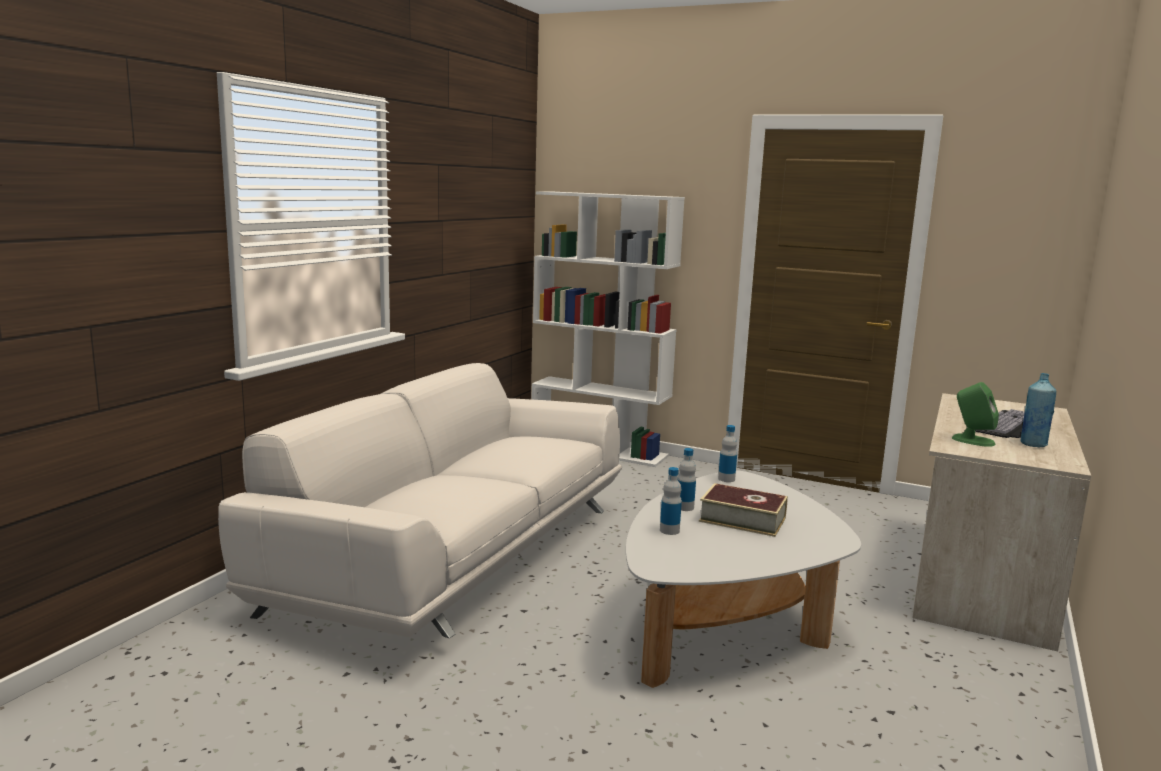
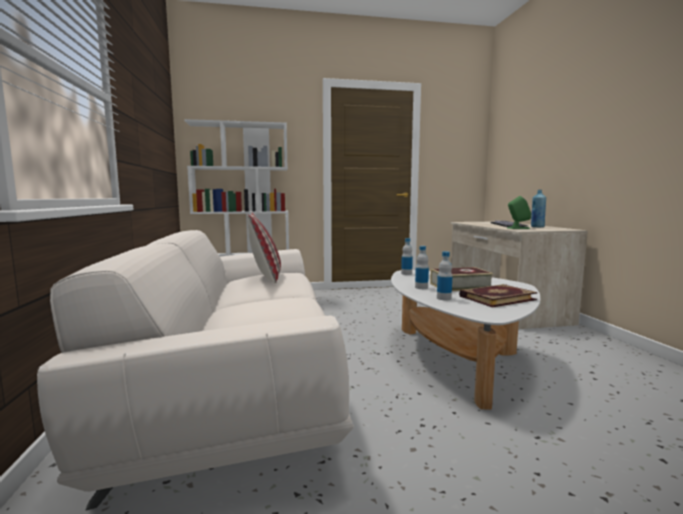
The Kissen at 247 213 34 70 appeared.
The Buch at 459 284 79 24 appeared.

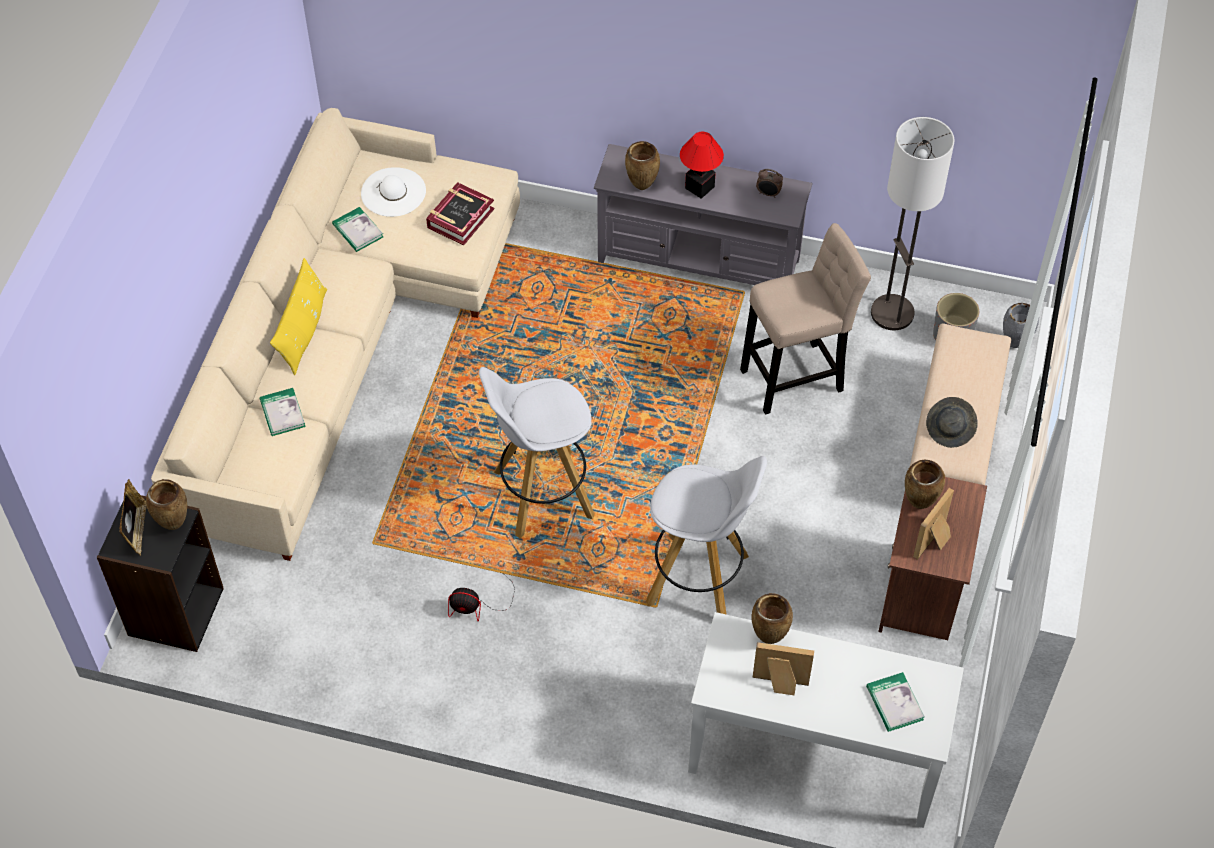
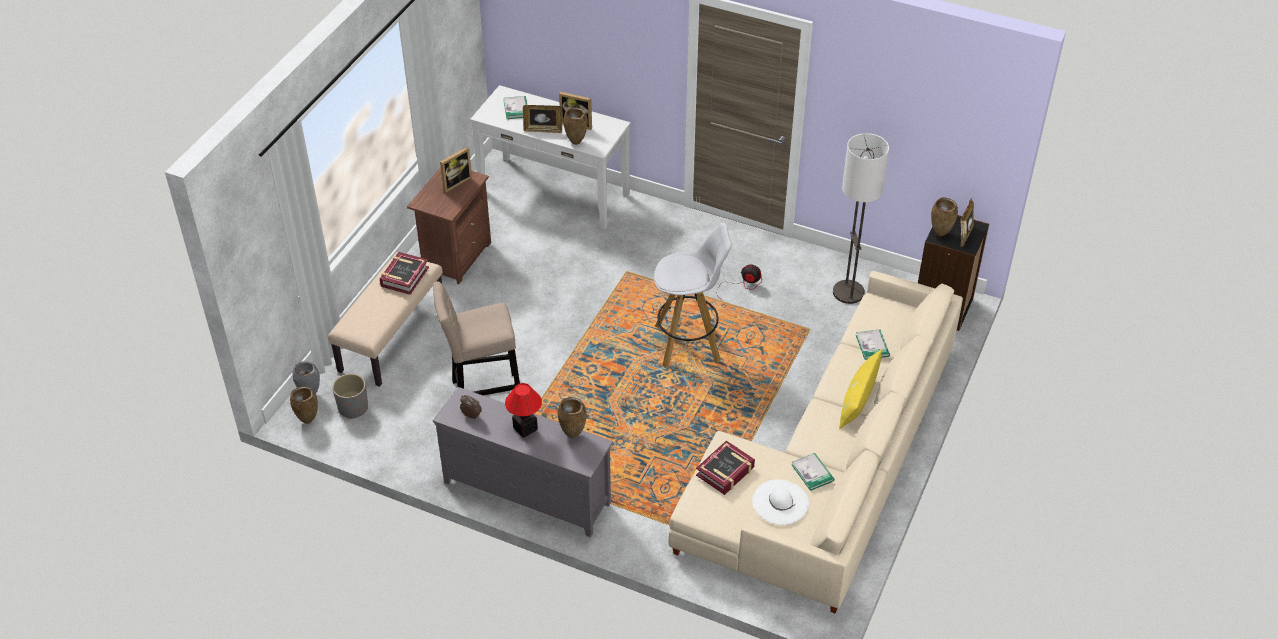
The Hocker [weiß] at 646 456 121 159 disappeared.
The Bilderrahmen at 523 105 39 28 appeared.
The Stehlampe moved from 871 117 84 213 to 833 133 56 171.
The Vase [braun] moved from 905 460 40 49 to 290 386 28 38.
The Hut [grau] at 926 397 52 51 was replaced by the Buch at 380 252 49 43.

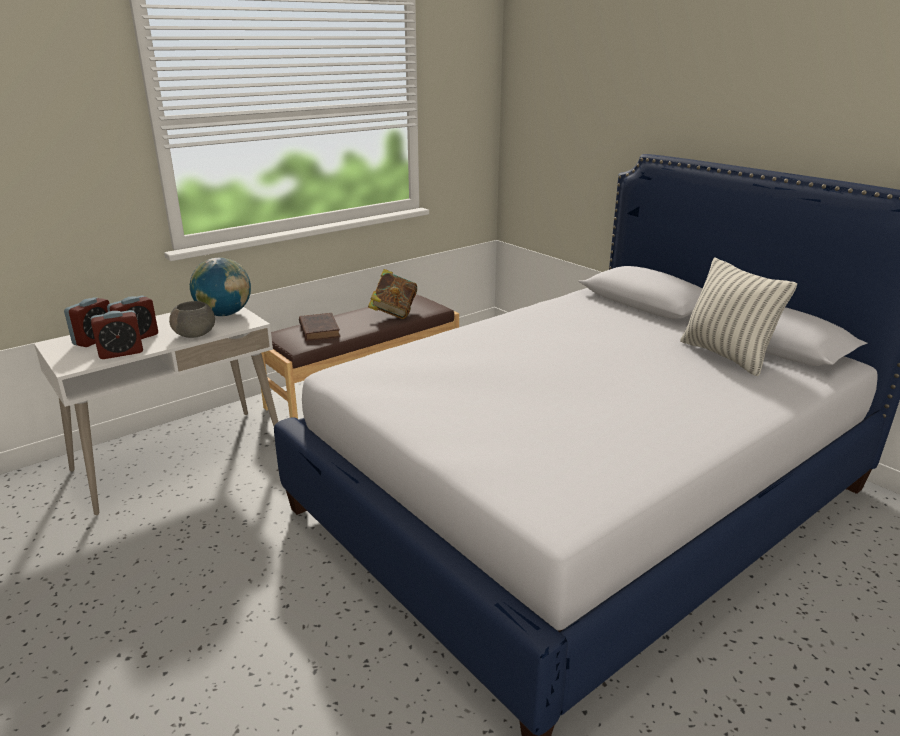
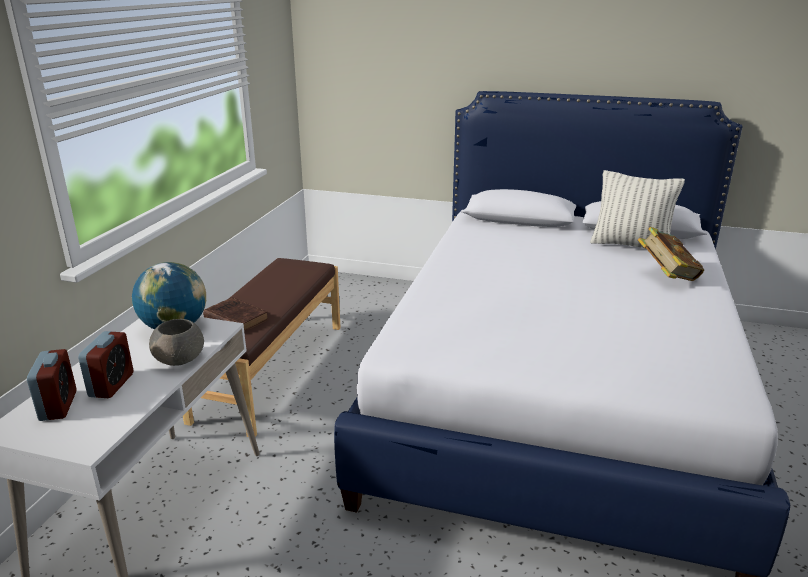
The Wecker at 91 310 52 49 disappeared.
The Buch moved from 368 269 49 50 to 638 227 66 54.

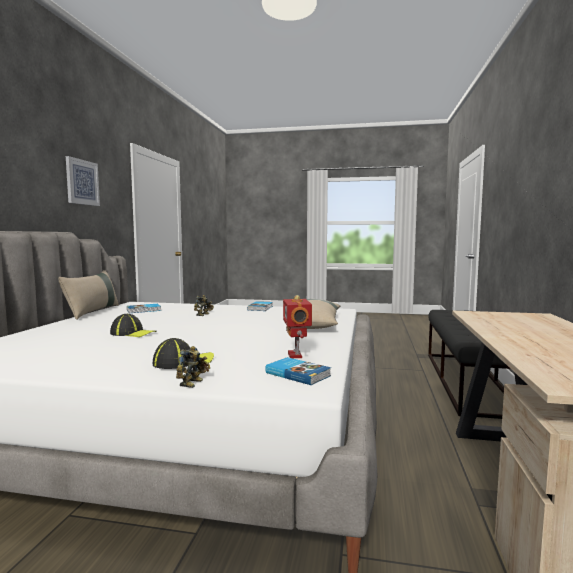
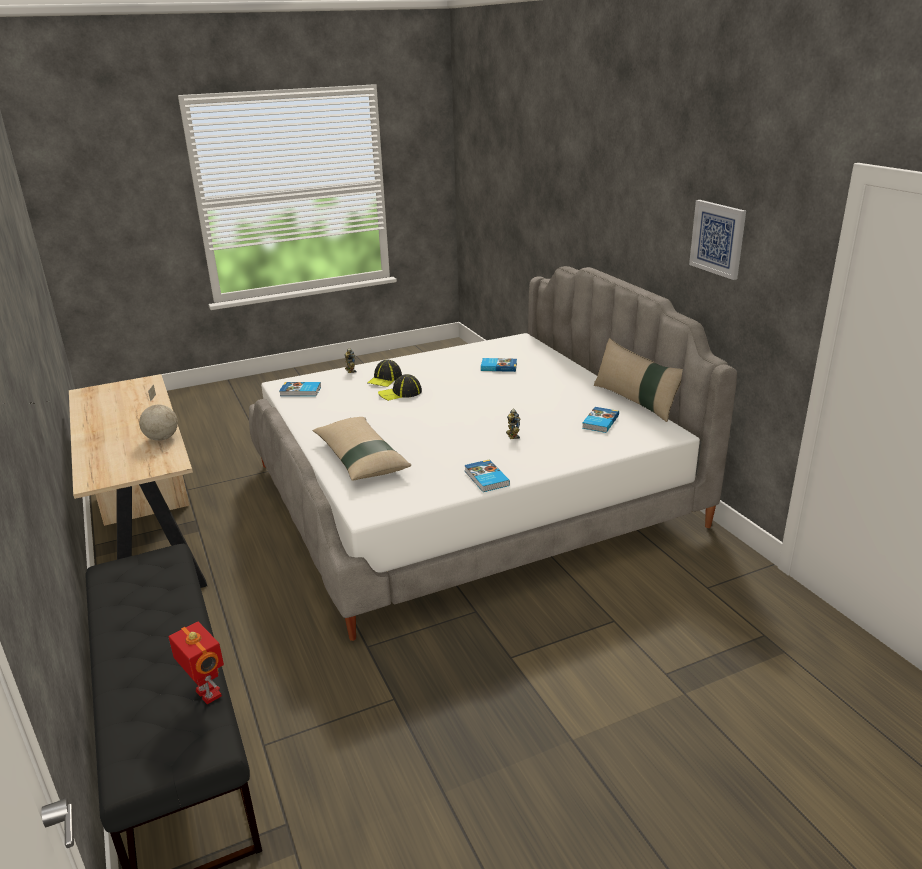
The Globus at 139 385 39 56 appeared.
The Buch at 481 358 36 14 appeared.
The Kappe moved from 110 314 47 23 to 378 374 44 27.
The Spielzeugroboter moved from 283 295 29 63 to 168 622 56 82.

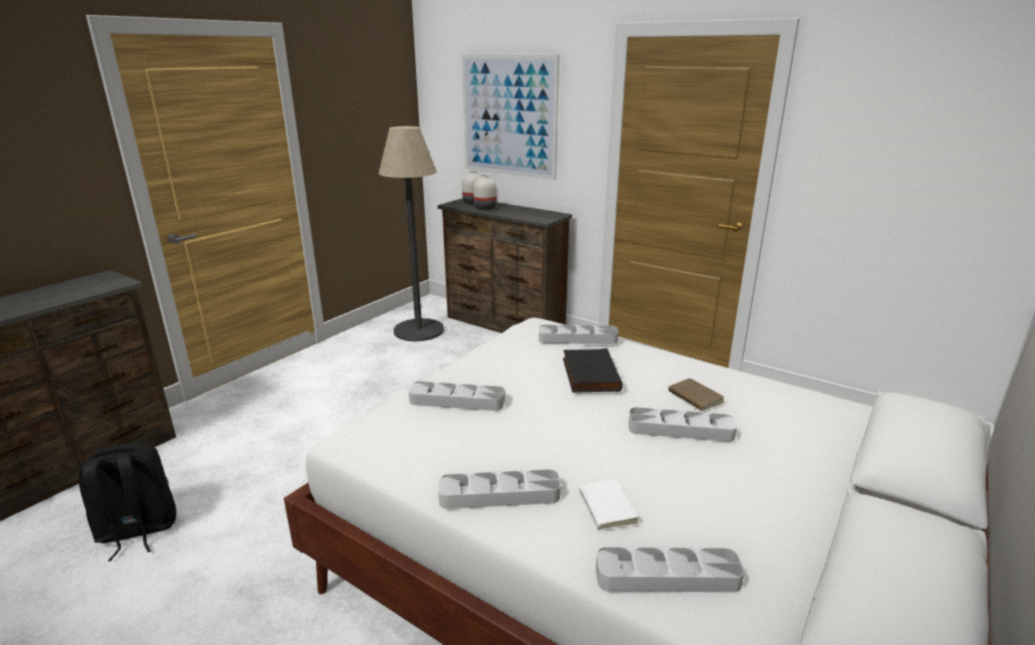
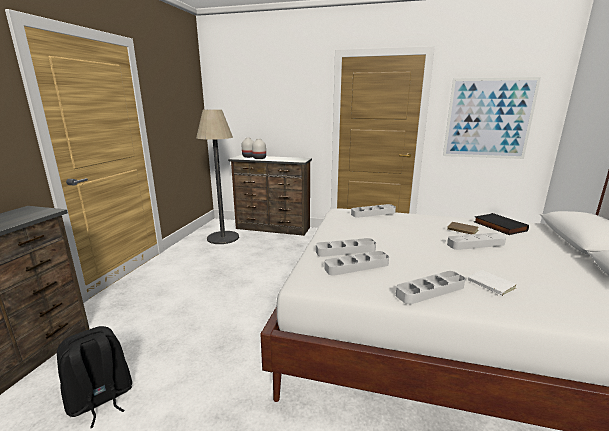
The Bild moved from 462 55 97 125 to 443 77 98 82.
The Buch [schwarz] moved from 563 348 59 45 to 473 213 56 22.
The Tablett [grau] moved from 596 547 148 45 to 324 251 65 25.

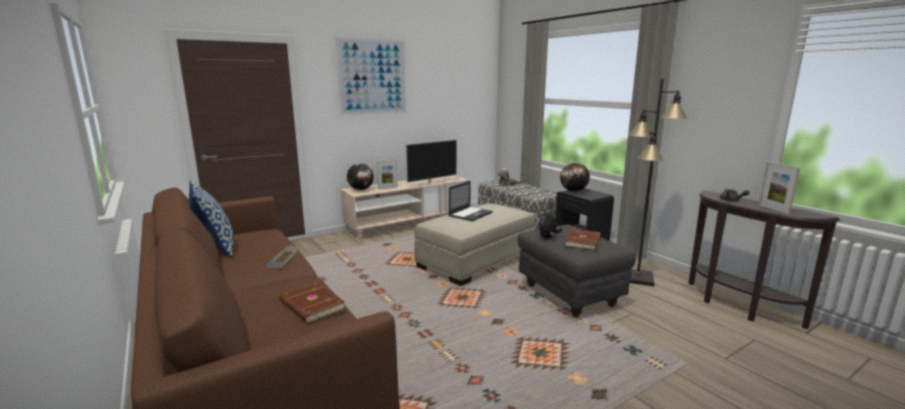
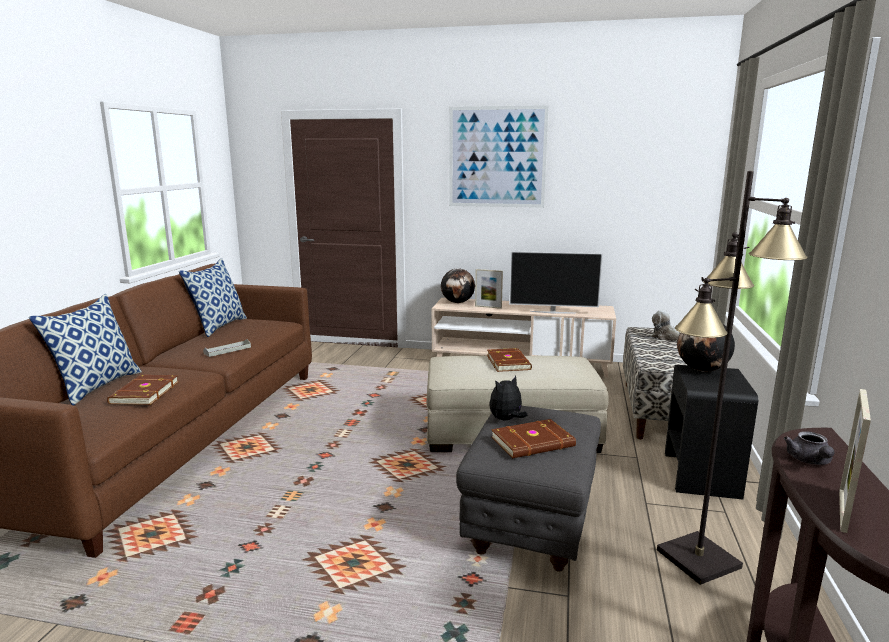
The Kissen at 29 294 113 111 appeared.
The Laptop at 448 181 45 40 was replaced by the Buch [braun] at 487 348 45 24.

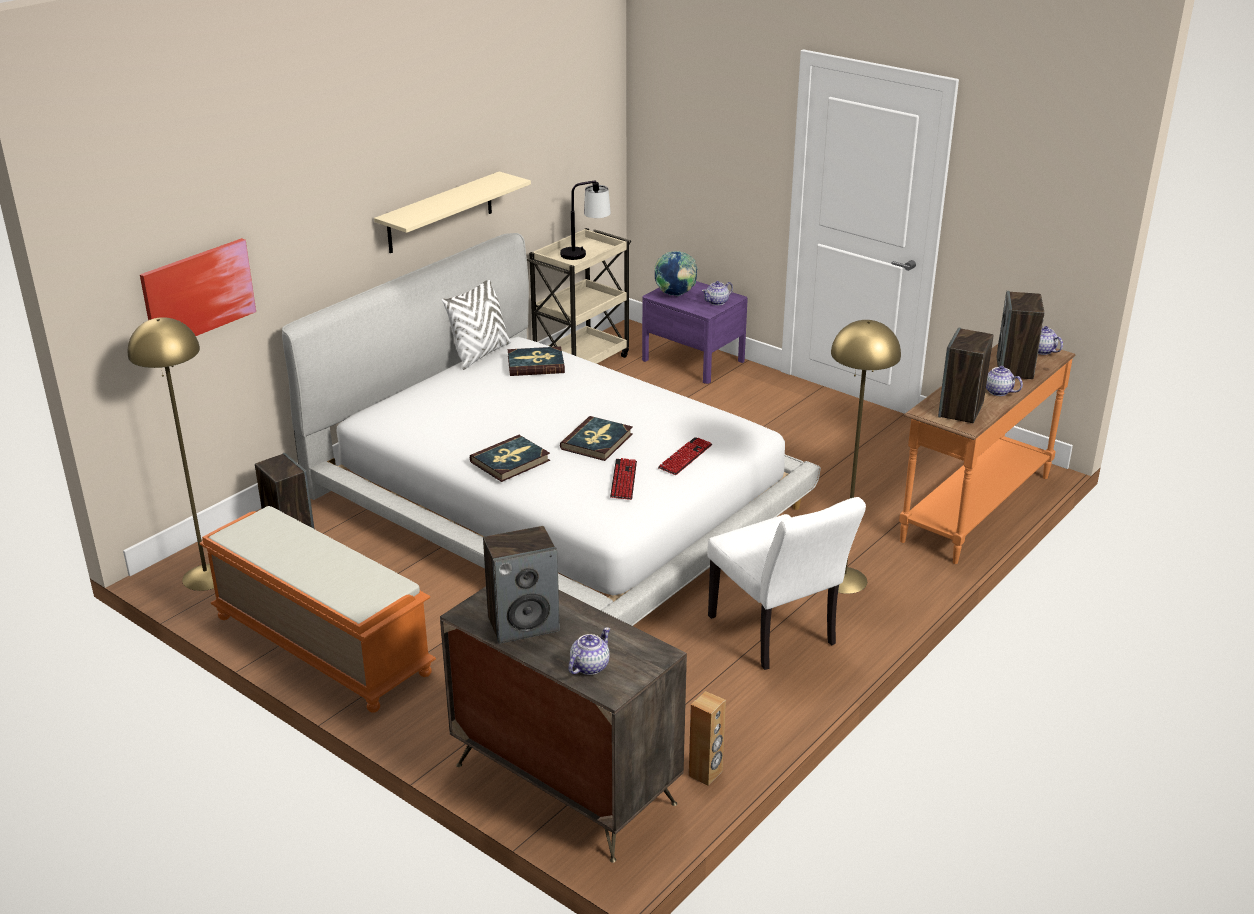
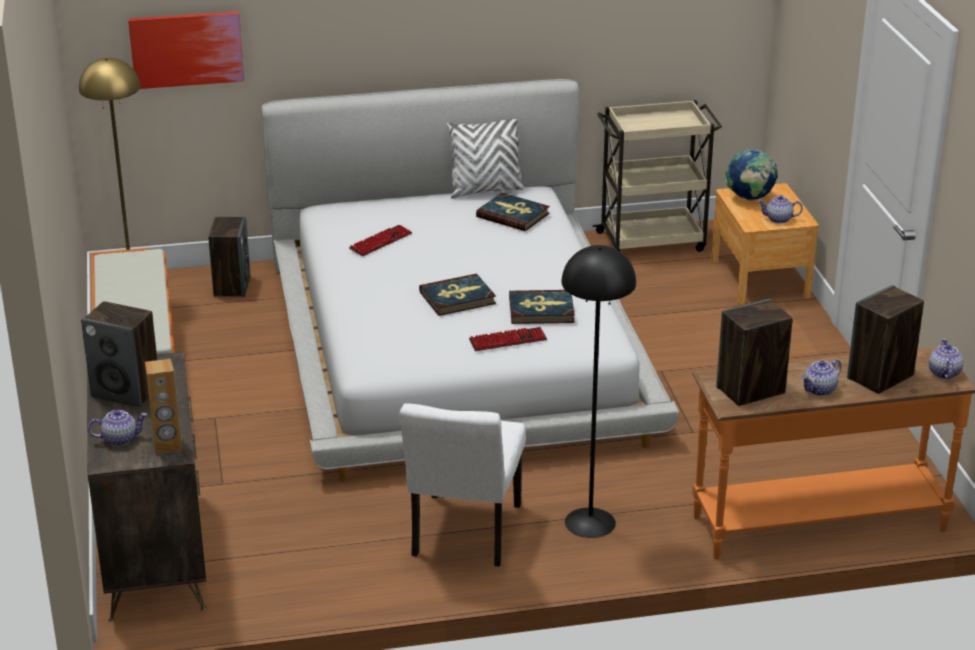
The Wandregal [beige] at 374 171 157 82 disappeared.
The Tischlampe at 560 180 51 80 disappeared.
The Buch moved from 470 435 80 47 to 509 290 66 34.
The Tastatur moved from 610 458 27 42 to 349 225 63 31.
The Lautsprecher [braun] moved from 689 691 37 95 to 145 359 37 95.
The Nachttisch [lila] at 642 281 106 103 became the Nachttisch [braun] at 711 183 107 122.
The Stehlampe [gelb] at 831 320 70 274 became the Stehlampe [schwarz] at 562 245 74 293.
The Teekanne at 986 366 37 30 turned 120 degrees counterclockwise.

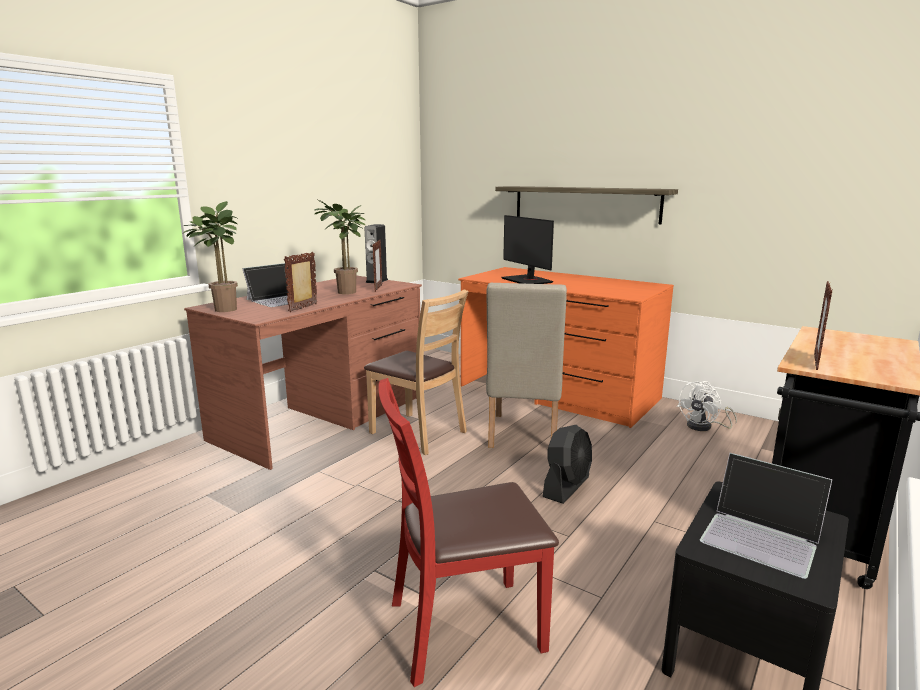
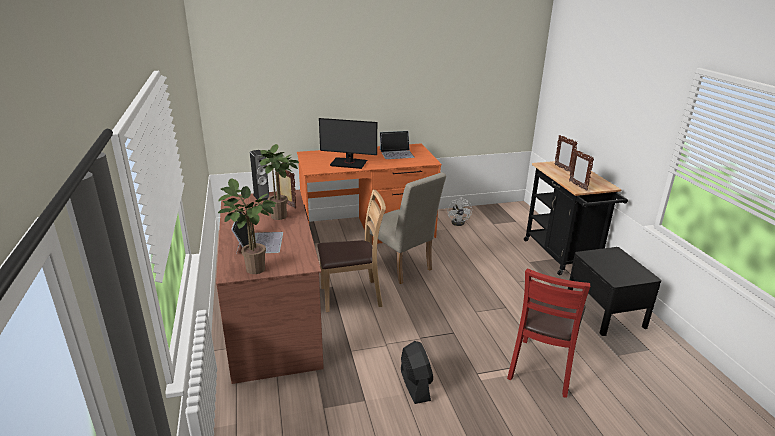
The Wandregal at 495 186 183 38 disappeared.
The Bilderrahmen moved from 284 252 33 60 to 554 135 24 37.
The Ventilator [schwarz] moved from 543 425 49 79 to 401 341 32 63.
The Laptop moved from 700 453 132 126 to 380 131 34 28.

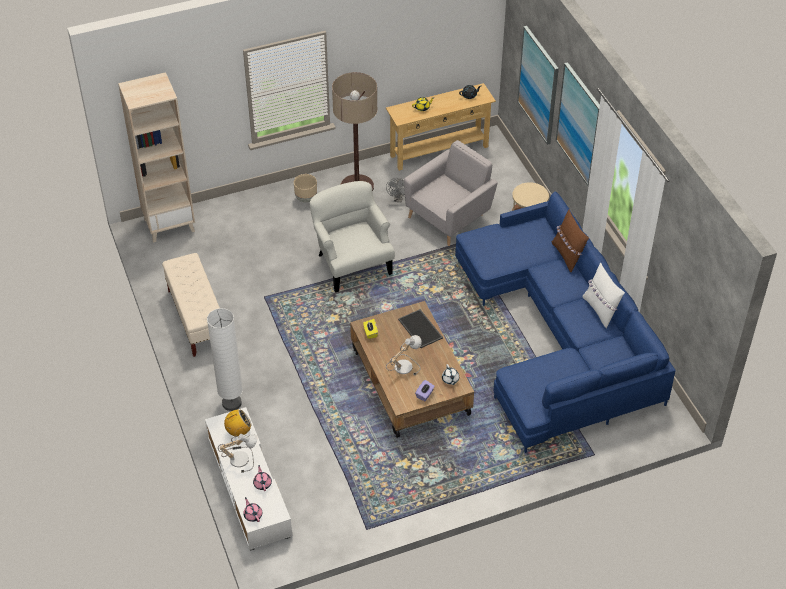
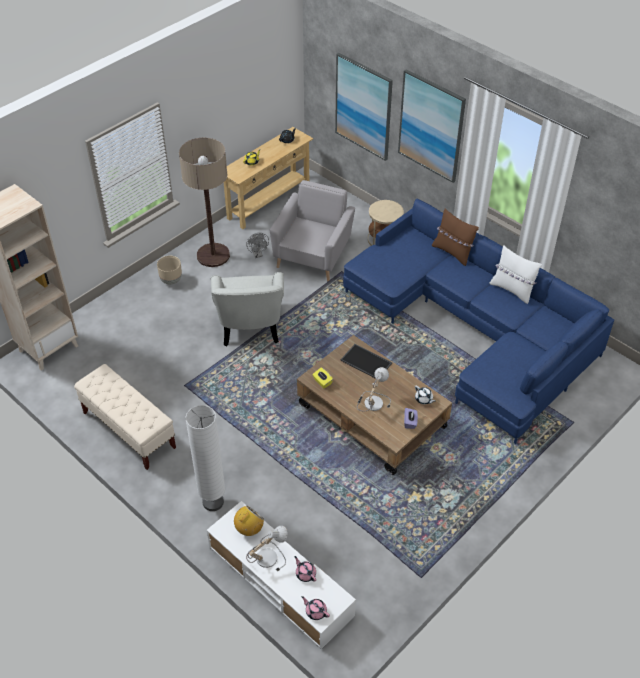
The Sessel [weiß] at 310 181 85 111 turned 135 degrees counterclockwise.

